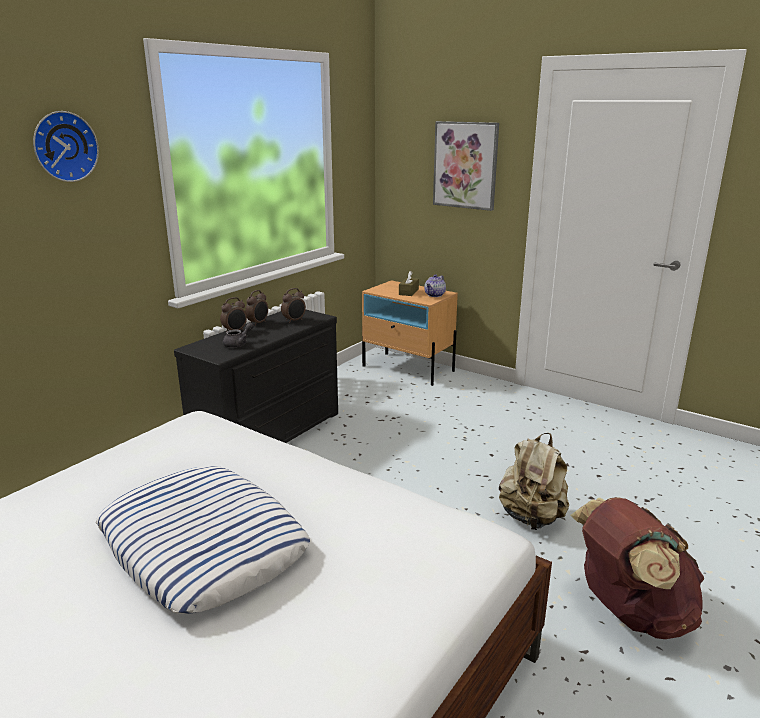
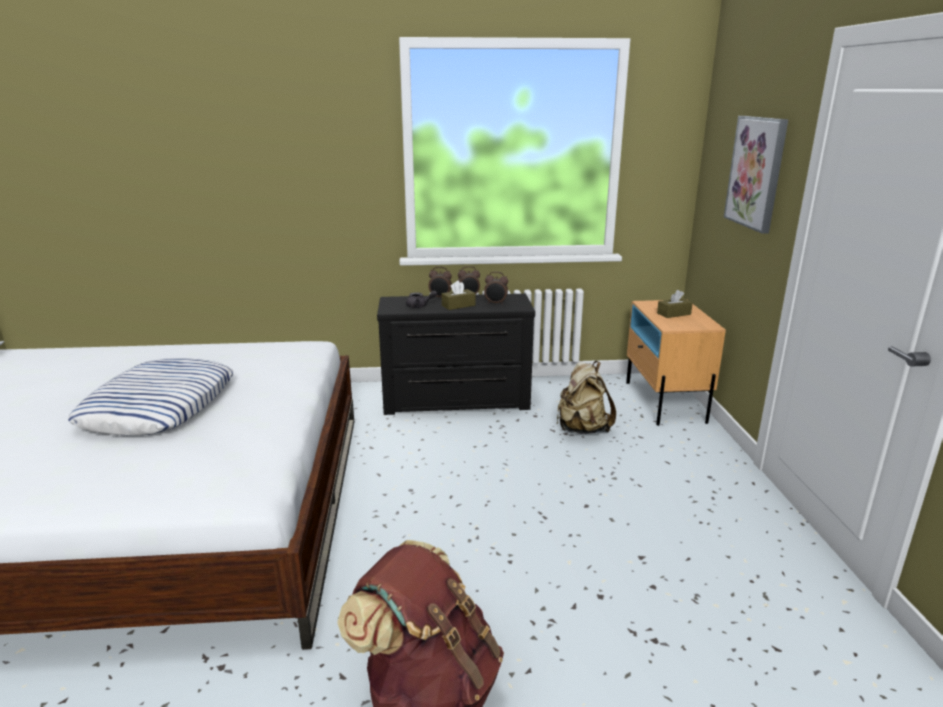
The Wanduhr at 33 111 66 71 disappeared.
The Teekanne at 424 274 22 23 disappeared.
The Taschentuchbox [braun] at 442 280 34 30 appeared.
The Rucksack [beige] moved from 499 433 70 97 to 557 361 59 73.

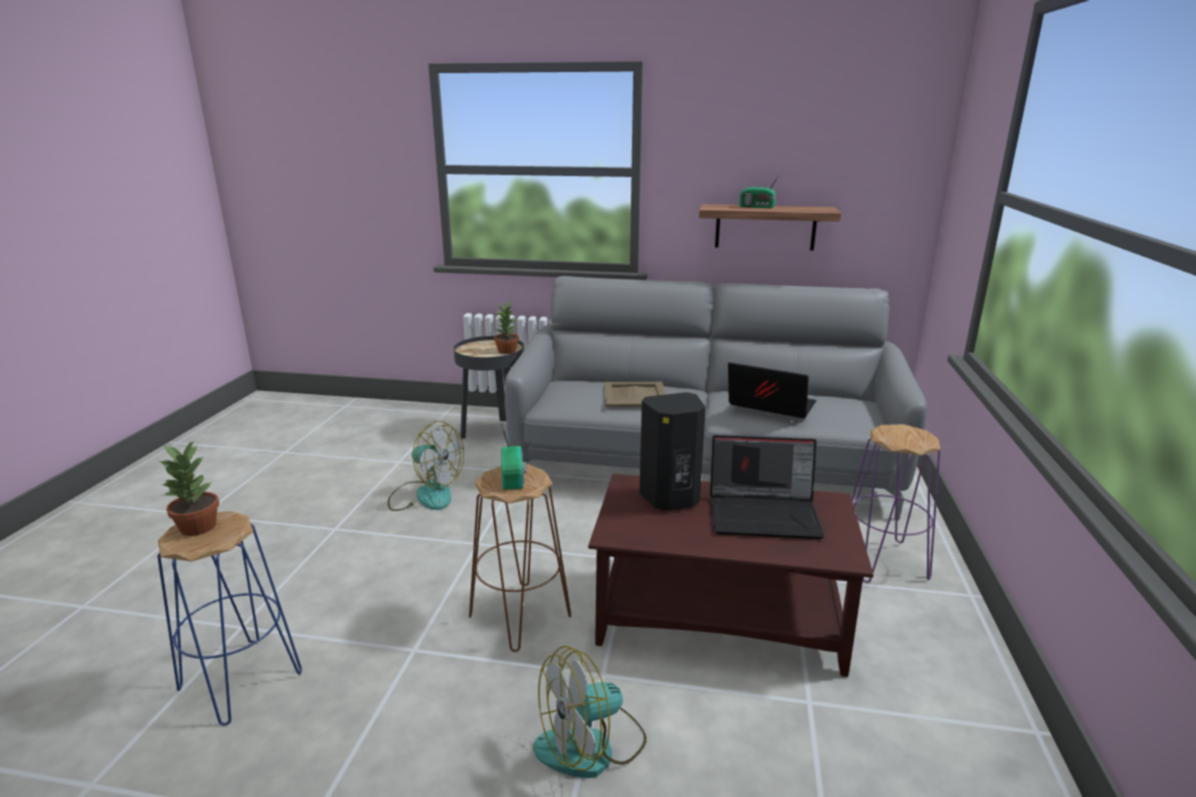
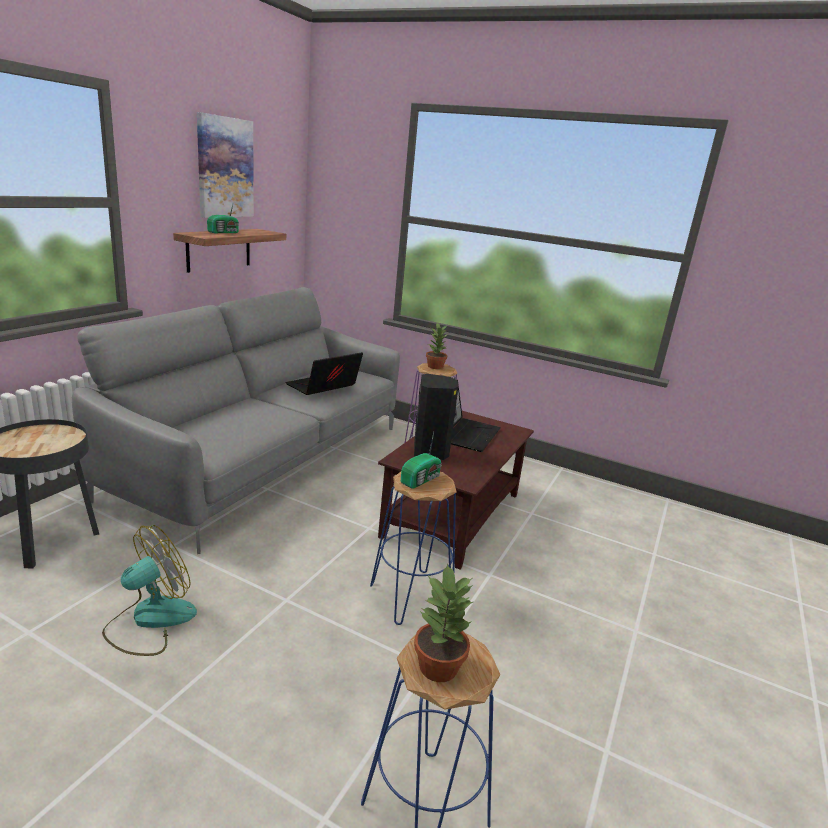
The Ventilator at 533 646 114 132 disappeared.
The Tablett [beige] at 604 382 62 25 disappeared.
The Bild at 197 112 57 106 appeared.
The Topfpflanze moved from 494 301 25 53 to 426 323 22 46.
The Hocker [braun] at 469 465 102 187 became the Hocker [blau] at 370 472 86 153.
The Radio at 500 420 26 70 turned 120 degrees clockwise.

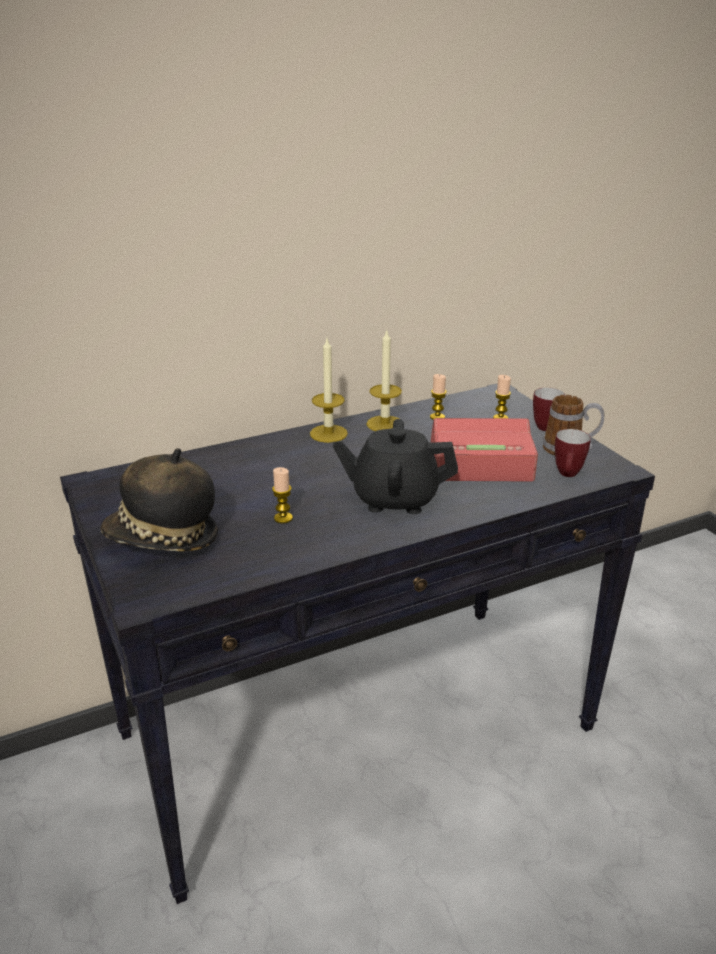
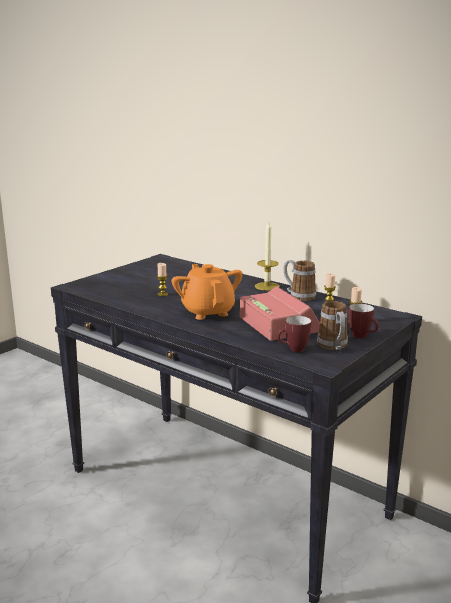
The Hut at 100 448 118 104 disappeared.
The Kerze at 367 331 35 100 was replaced by the Henkelbecher at 284 260 32 41.
The Teekanne [schwarz] at 333 419 125 95 became the Teekanne [orange] at 171 264 72 56.

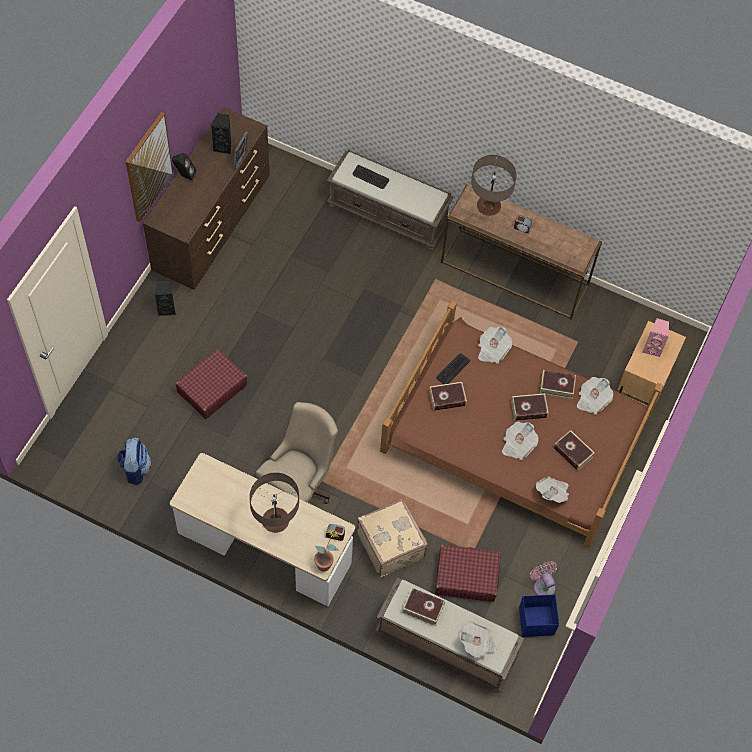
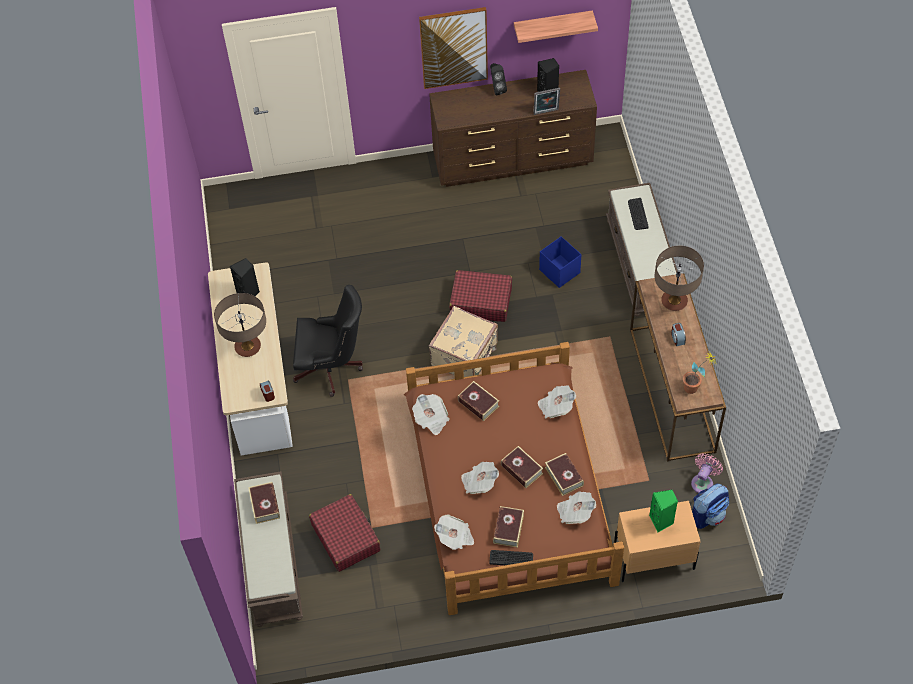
The Wandregal at 514 10 84 33 appeared.
The Rucksack moved from 117 438 35 47 to 692 484 37 45.
The Lautsprecher [schwarz] moved from 154 280 22 36 to 230 258 30 38.
The Koffer [rot] moved from 176 349 71 70 to 449 270 63 52.
The Topfpflanze moved from 314 529 25 42 to 683 351 33 43.
The Koffer [beige] moved from 357 498 71 79 to 429 306 69 71.
The Tastatur moved from 436 353 34 31 to 489 550 44 15.
The Zeitung moved from 459 621 38 37 to 412 394 38 41.
The Aufbewahrungsbox [blau] moved from 519 594 40 43 to 539 236 42 52.
The Ventilator [rosa] moved from 530 561 27 34 to 691 453 32 40.
The Bürostuhl [beige] at 256 402 82 102 became the Bürostuhl [schwarz] at 293 285 70 112.
The Lautsprecher [rosa] at 642 318 27 40 became the Lautsprecher [grün] at 649 490 29 42.

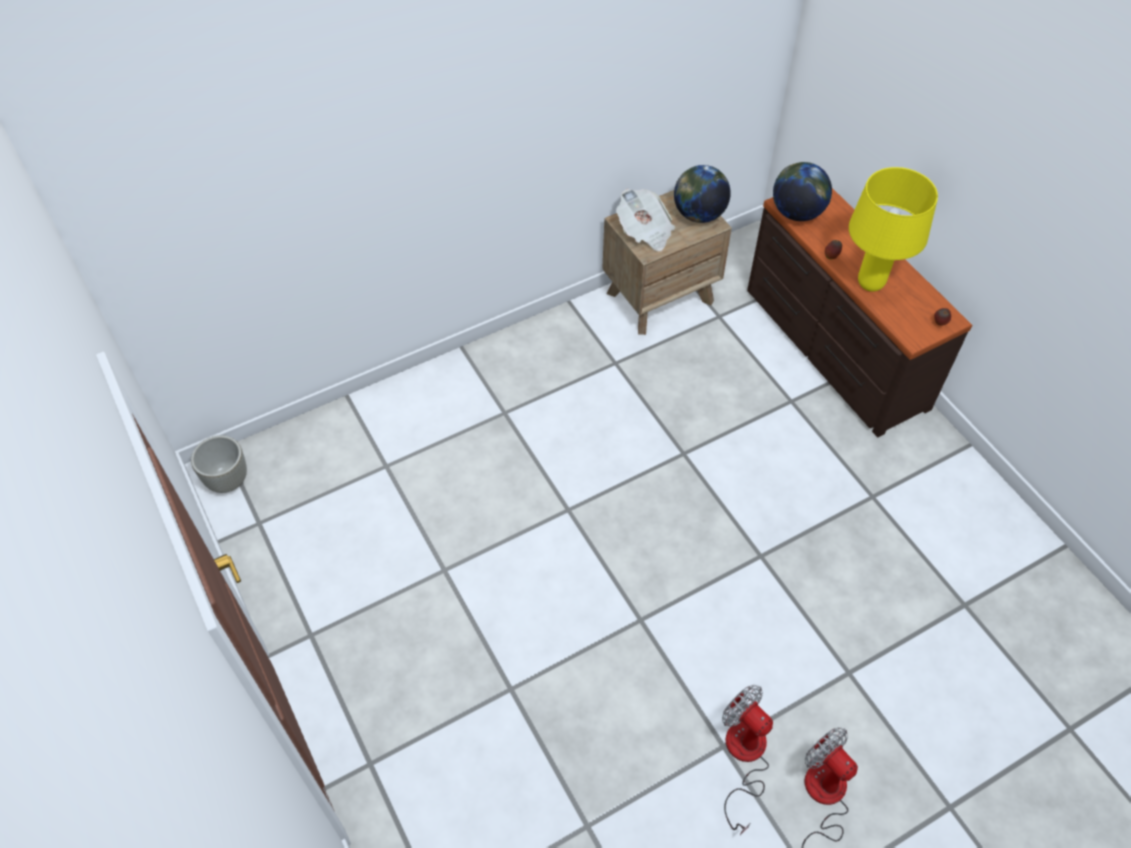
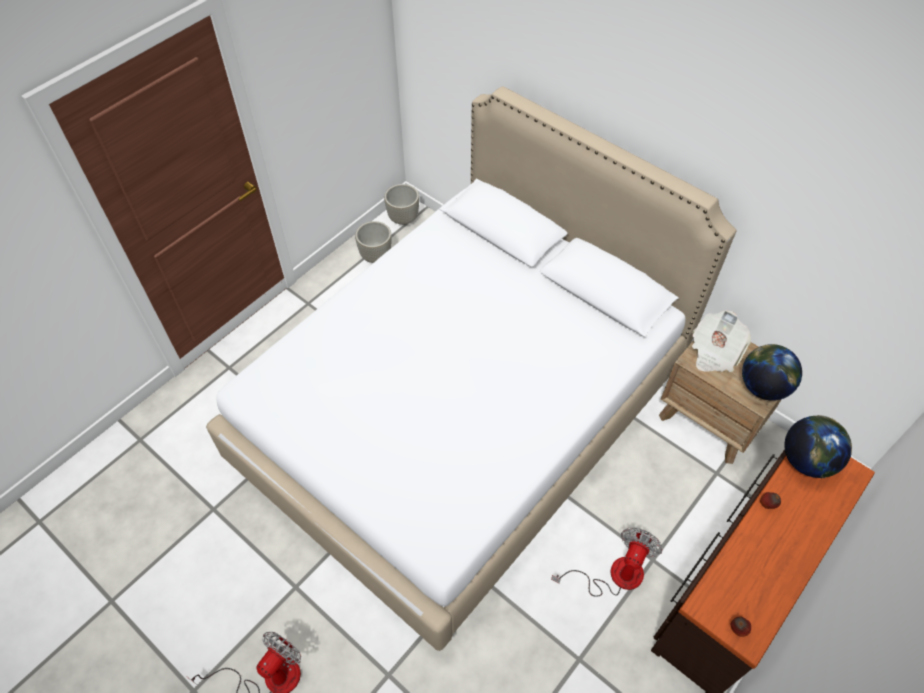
The Tischlampe [gelb] at 849 167 89 125 disappeared.
The Bett [weiß] at 206 86 531 565 appeared.
The Pflanzkübel [grau] at 355 221 37 42 appeared.
The Ventilator moved from 722 685 51 150 to 551 527 111 70.

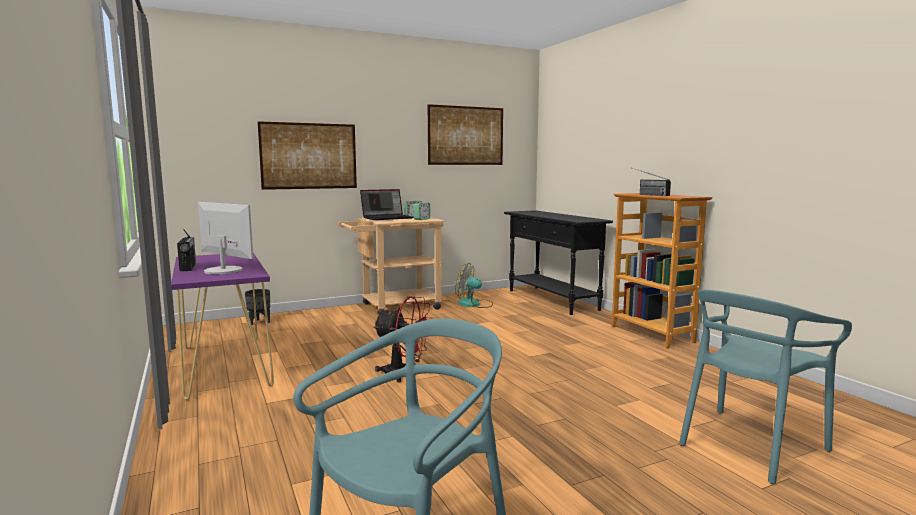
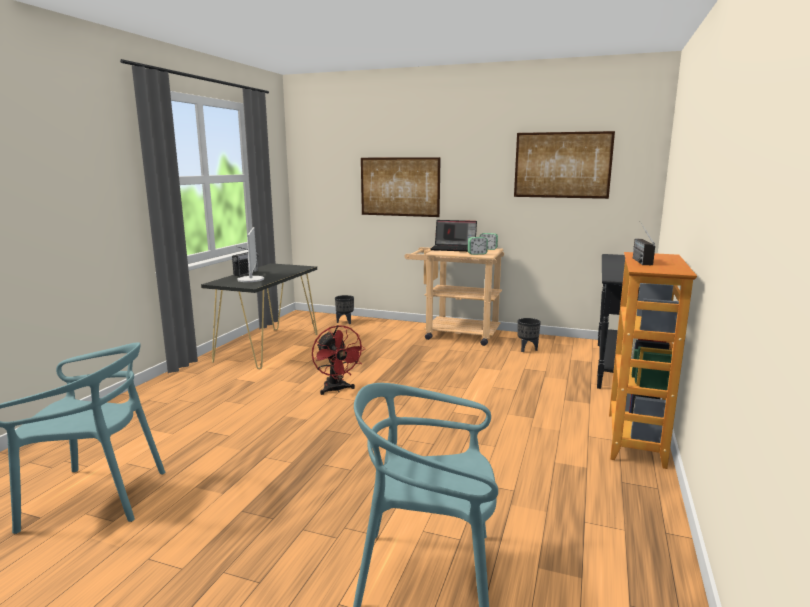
The Ventilator at 455 263 38 45 was replaced by the Pflanzkübel [schwarz] at 518 318 23 34.
The Konsolentisch [lila] at 171 253 103 147 became the Konsolentisch [schwarz] at 201 263 116 106.

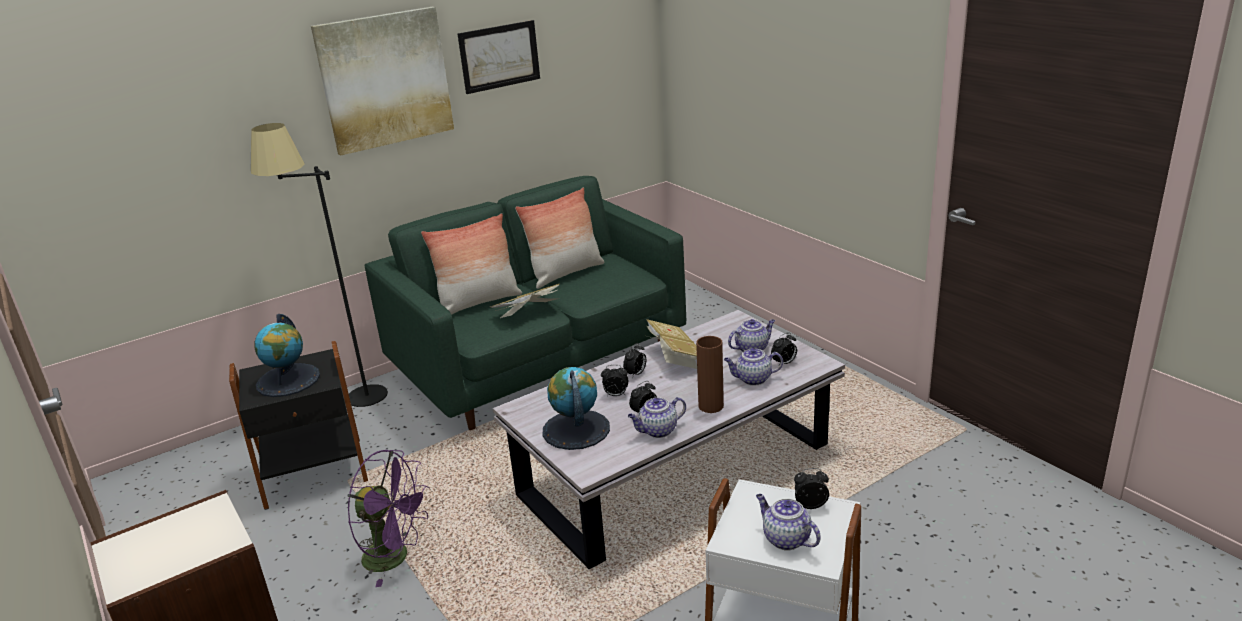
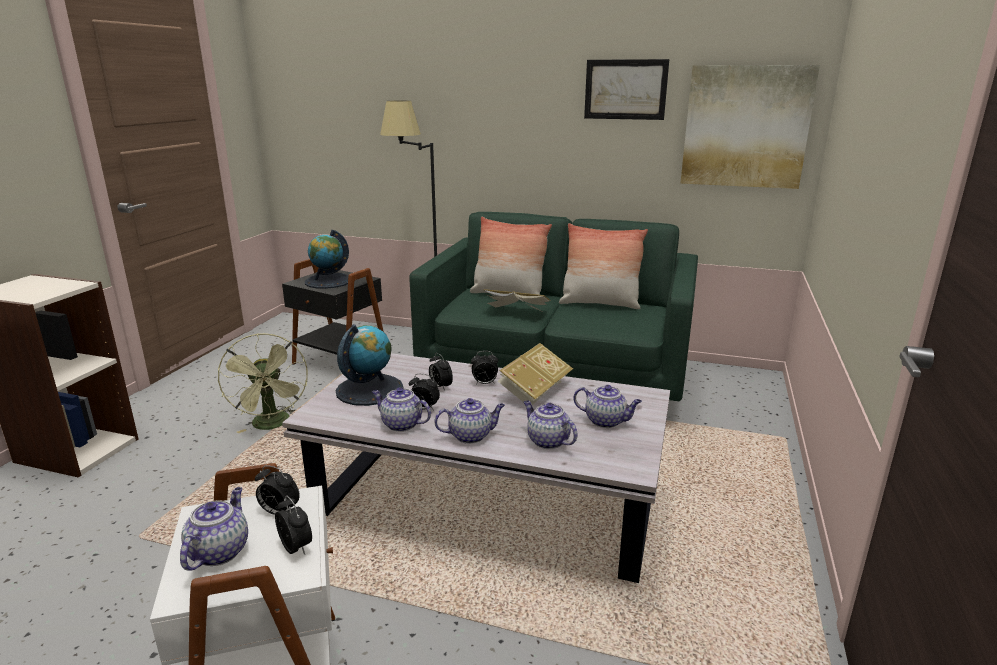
The Bild moved from 311 7 143 149 to 680 65 140 124.
The Wecker moved from 771 332 26 35 to 255 465 45 50.
The Vase [braun] at 696 336 28 77 was replaced by the Teekanne at 434 398 71 46.
The Ventilator [lila] at 347 449 83 138 became the Ventilator [grün] at 218 333 90 100.

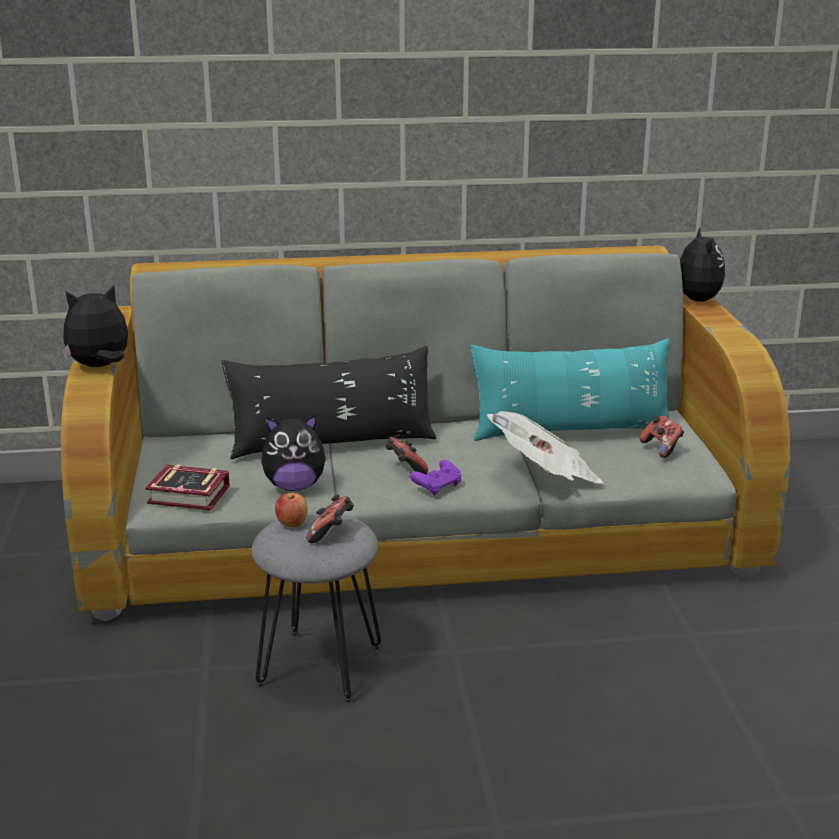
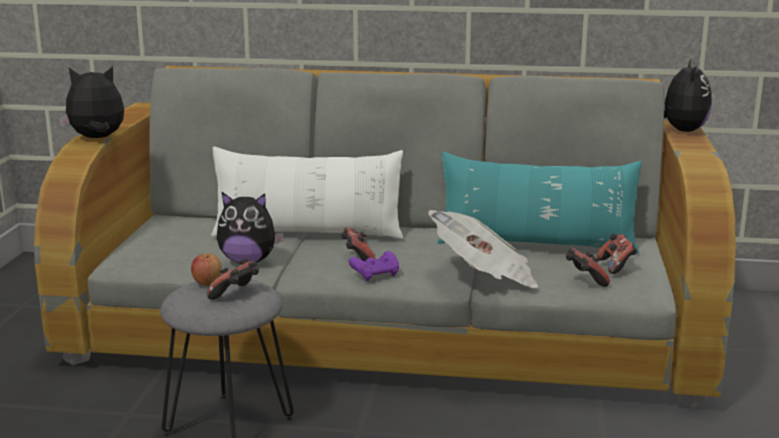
The Buch at 145 464 85 46 disappeared.
The Gamepad at 566 248 44 39 appeared.
The Kissen [schwarz] at 222 346 214 113 became the Kissen [weiß] at 211 146 192 93.

